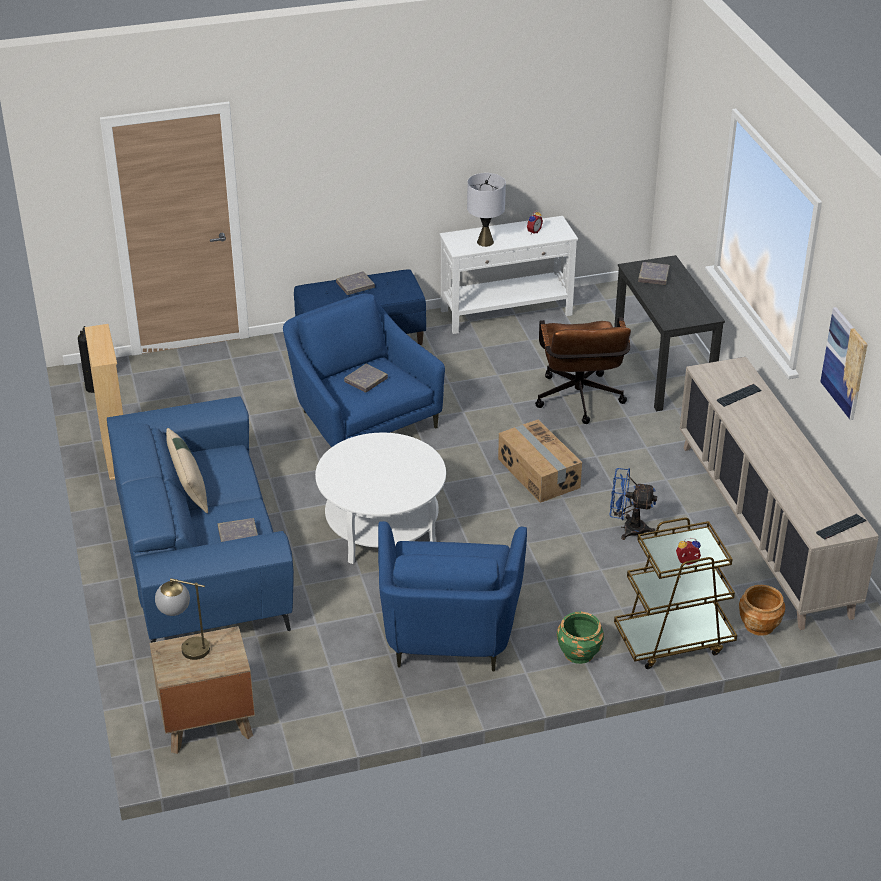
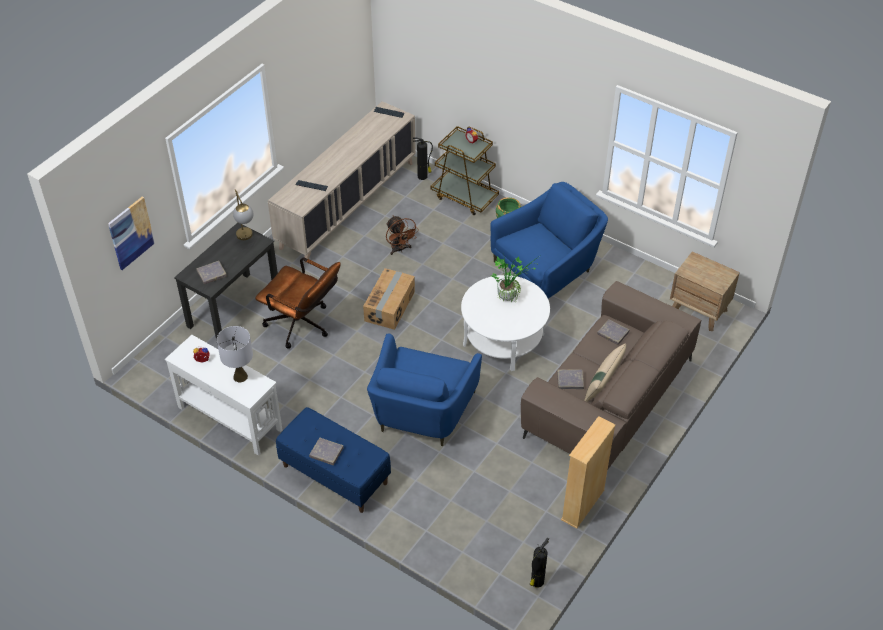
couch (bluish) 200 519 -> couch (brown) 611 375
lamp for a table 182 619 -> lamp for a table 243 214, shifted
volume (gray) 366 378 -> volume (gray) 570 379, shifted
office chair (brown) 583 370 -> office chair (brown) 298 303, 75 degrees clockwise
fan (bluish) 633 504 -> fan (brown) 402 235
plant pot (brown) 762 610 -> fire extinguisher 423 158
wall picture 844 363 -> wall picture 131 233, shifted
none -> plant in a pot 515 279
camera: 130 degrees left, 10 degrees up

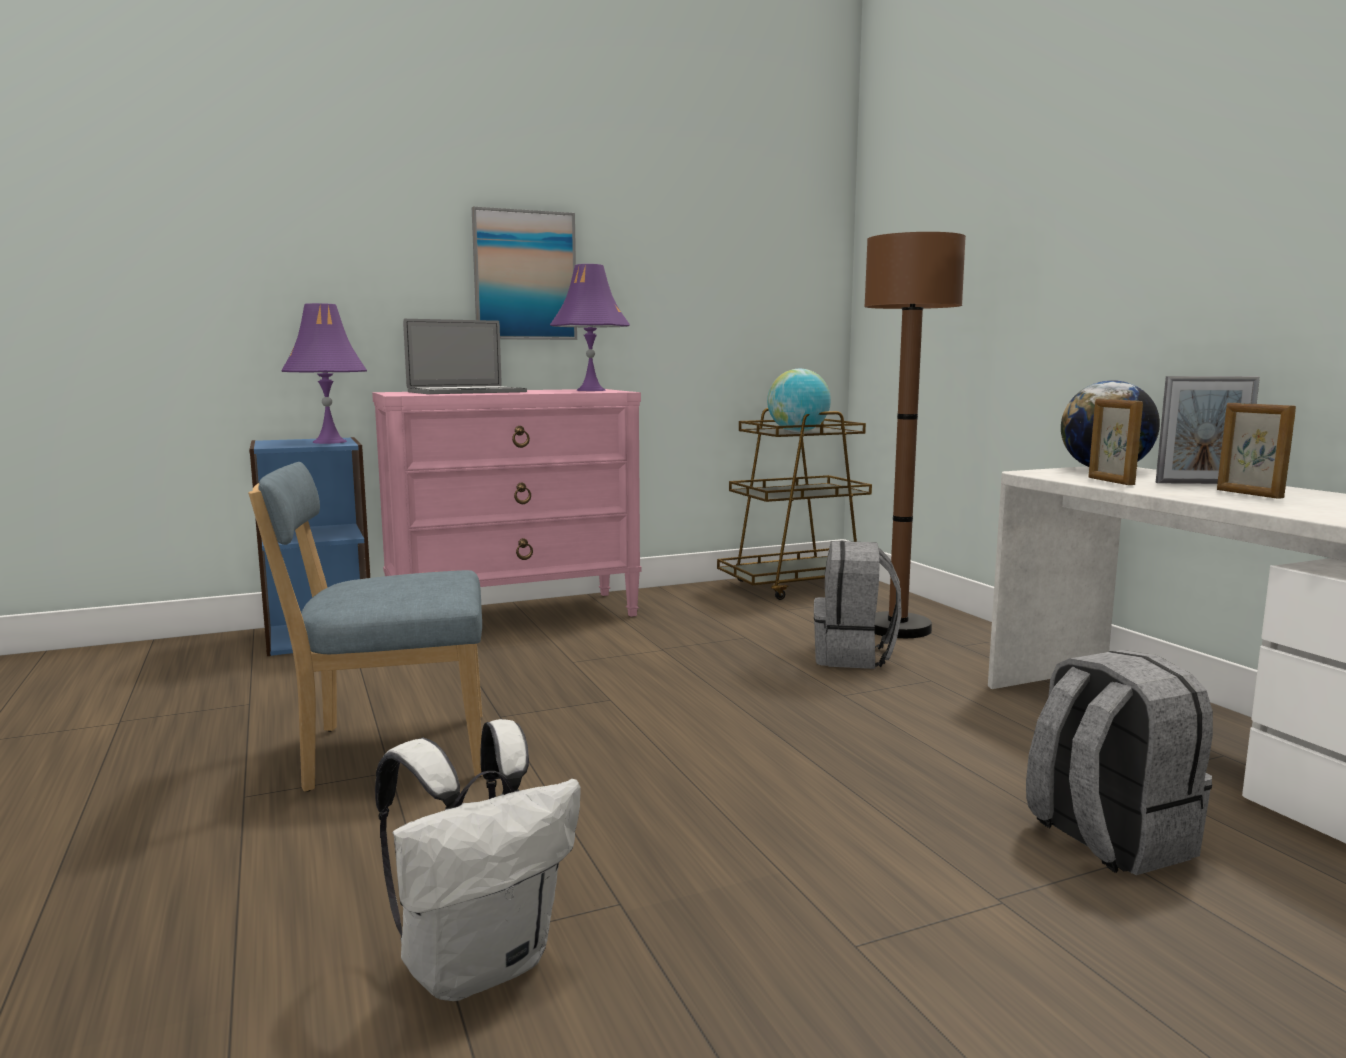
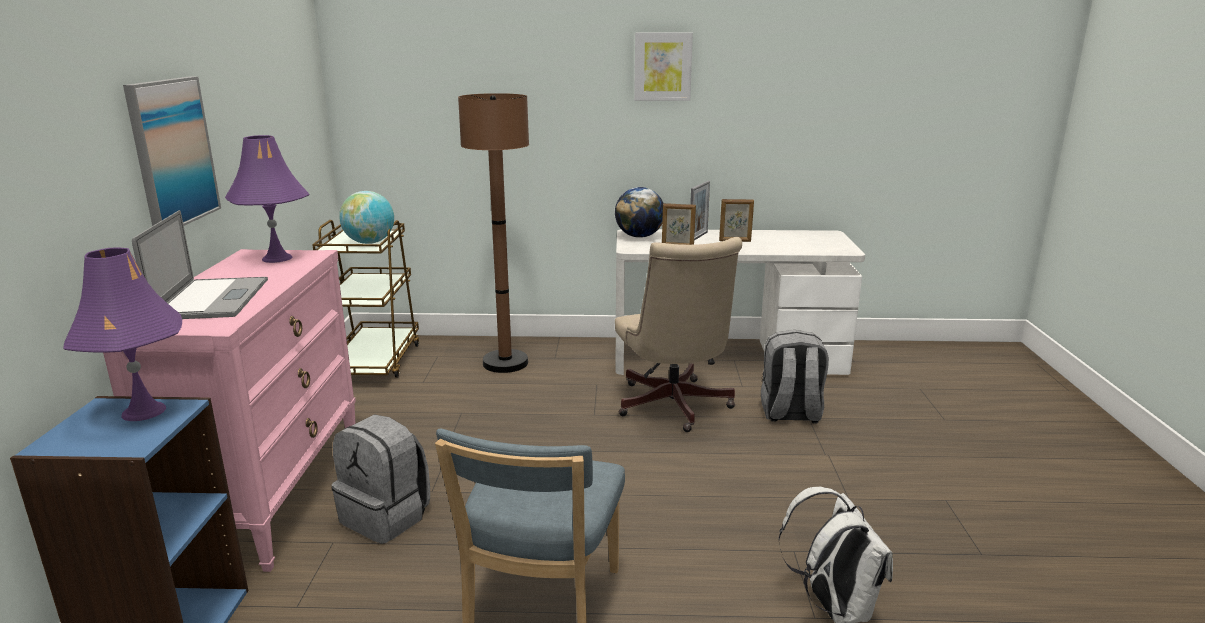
knapsack (gray) 858 605 -> knapsack (gray) 380 479, shifted
none -> office chair (sand-coloured) 678 334
none -> wall picture 663 66
camera: 65 degrees left, 10 degrees up

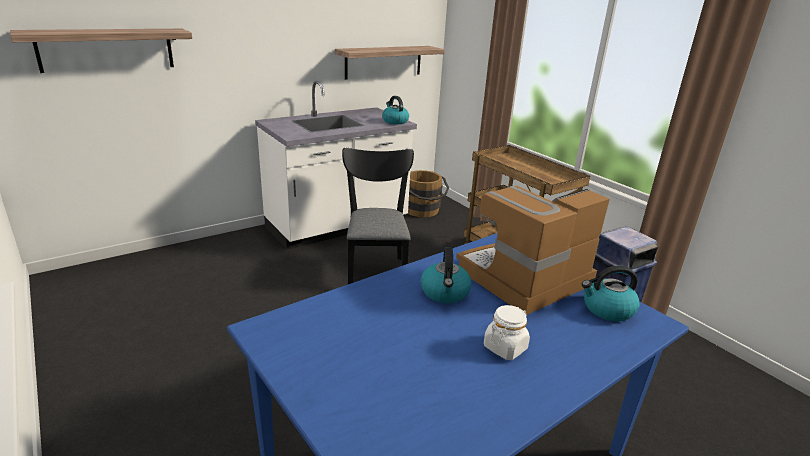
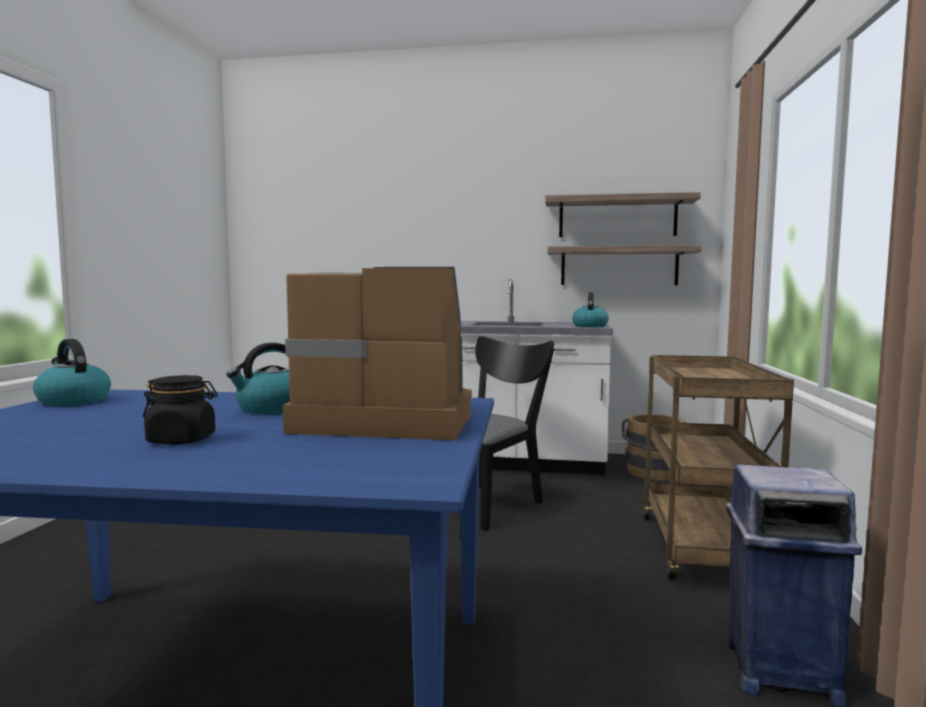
shelf 101 51 -> shelf 623 214, shifted
jar (white-coloured) 507 332 -> jar (blackish) 180 409
kettle 611 293 -> kettle 72 372, shifted
camera: 45 degrees right, 20 degrees down

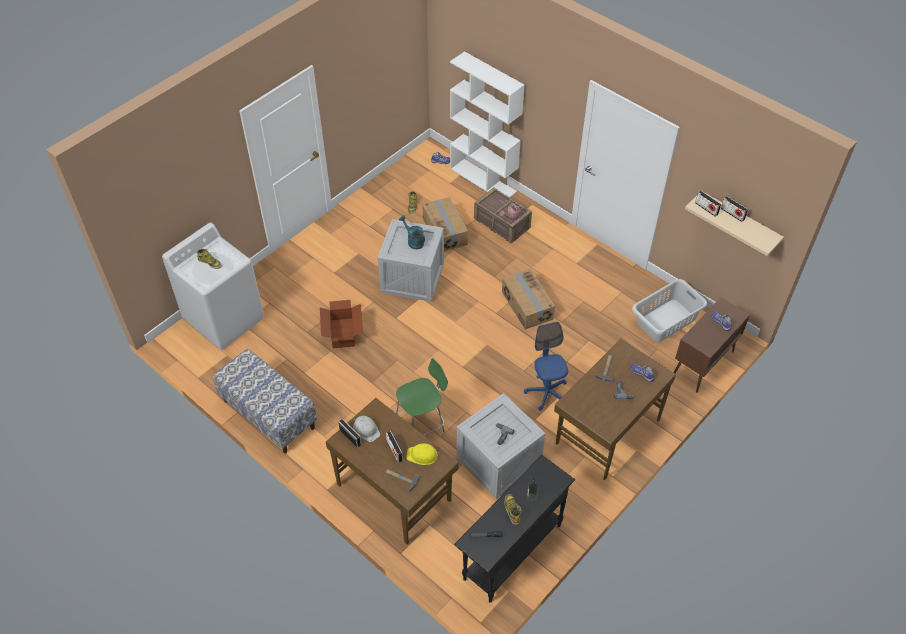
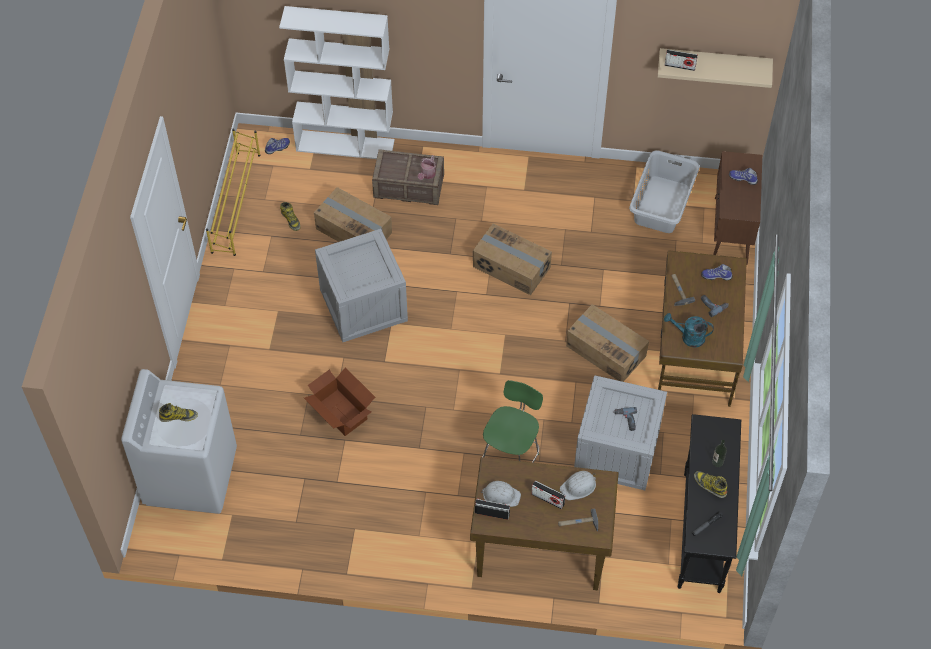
long seat 265 401 -> none
sprinkling can (turquoise) 412 232 -> sprinkling can (turquoise) 689 330, shifted
work helmet (yellow-coloured) 423 454 -> work helmet (white-coloured) 578 485
office chair (bluish) 546 366 -> packing box 607 343
radio receiver 734 209 -> none
none -> shoe rack (yellow-coloured) 233 192
camera: 35 degrees left, 5 degrees up

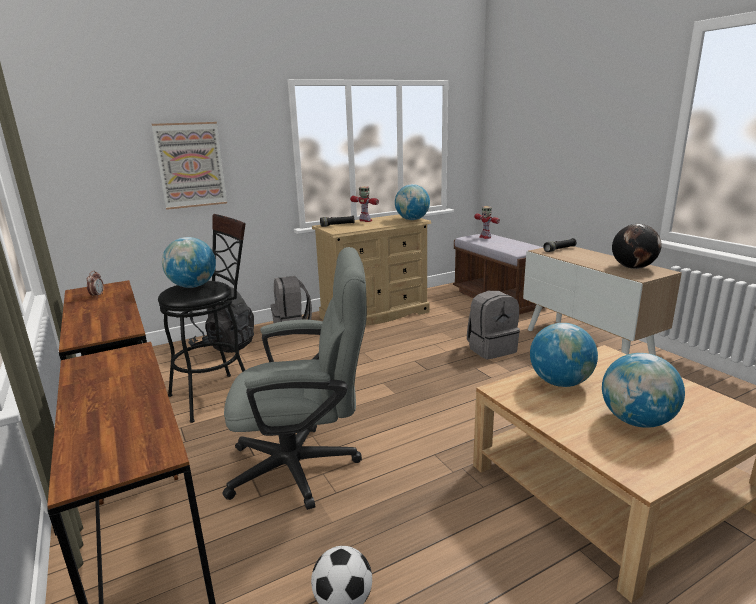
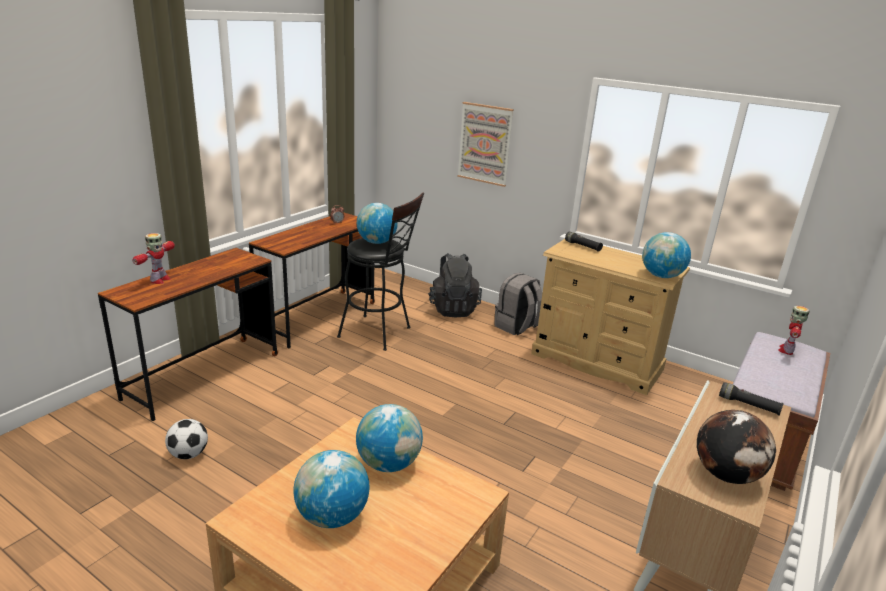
office chair (gray) 295 378 -> none
model robot 364 204 -> model robot 153 258, shifted
knapsack (gray) 493 325 -> none
camera: 60 degrees right, 5 degrees up

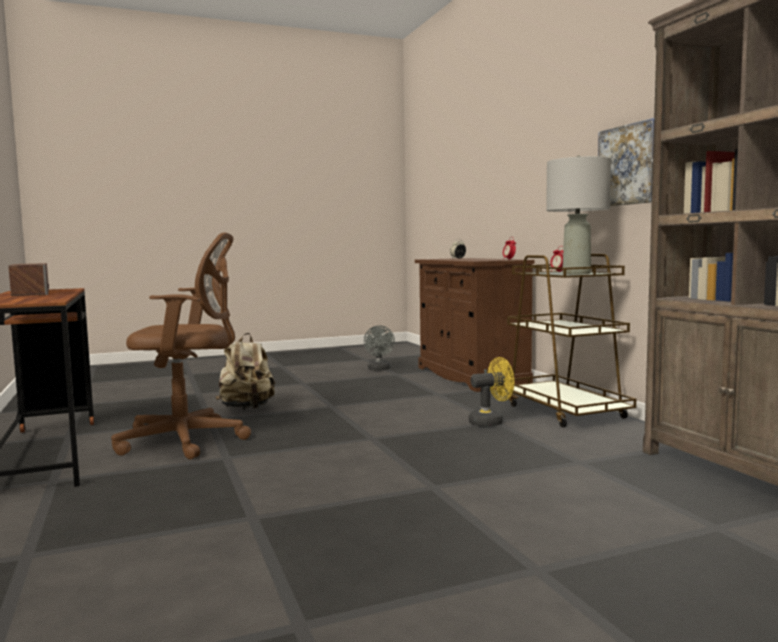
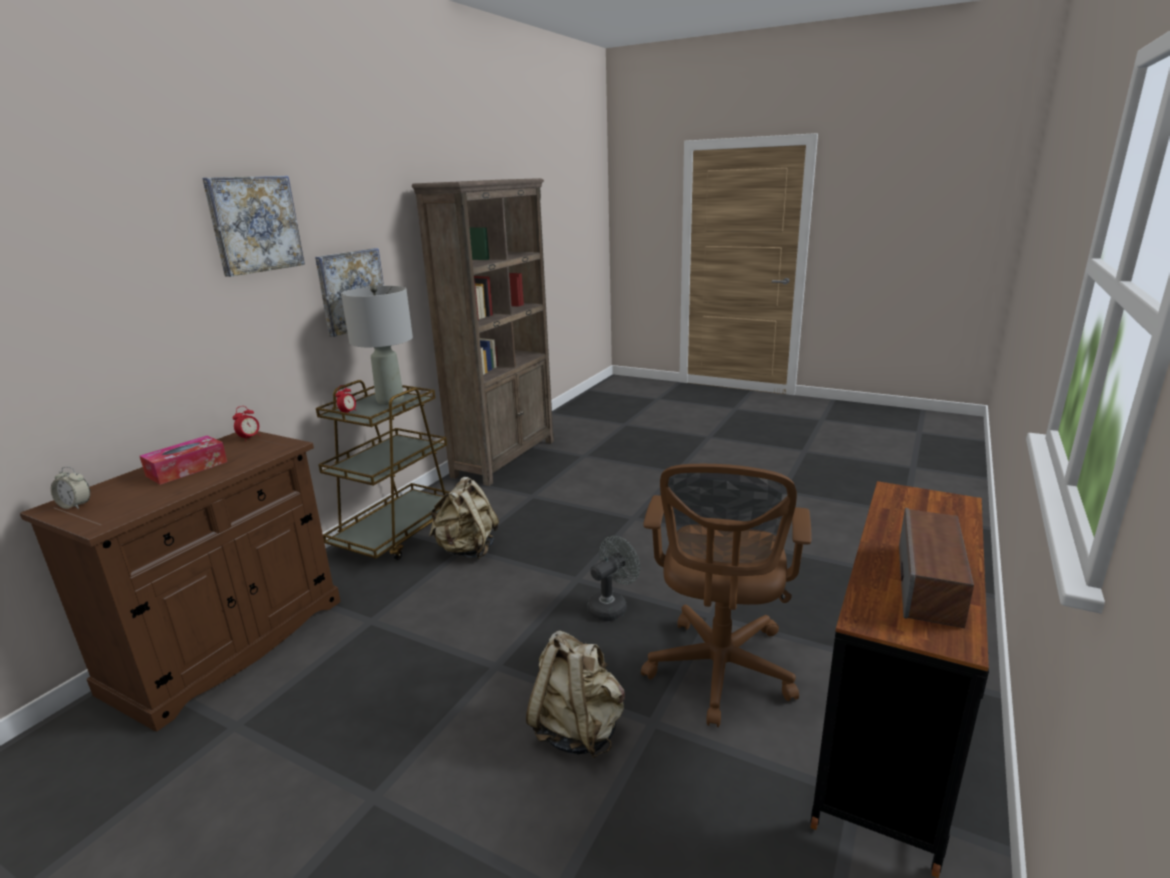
office chair (brown) 181 346 -> office chair (brown) 726 595, 120 degrees counterclockwise
fan (gray) 379 347 -> fan (gray) 613 578, shifted
fan (yellow-coloured) 491 392 -> knapsack (sand-coloured) 464 518
none -> tissue box 183 460
none -> wall picture 253 226
camera: 130 degrees left, 15 degrees up

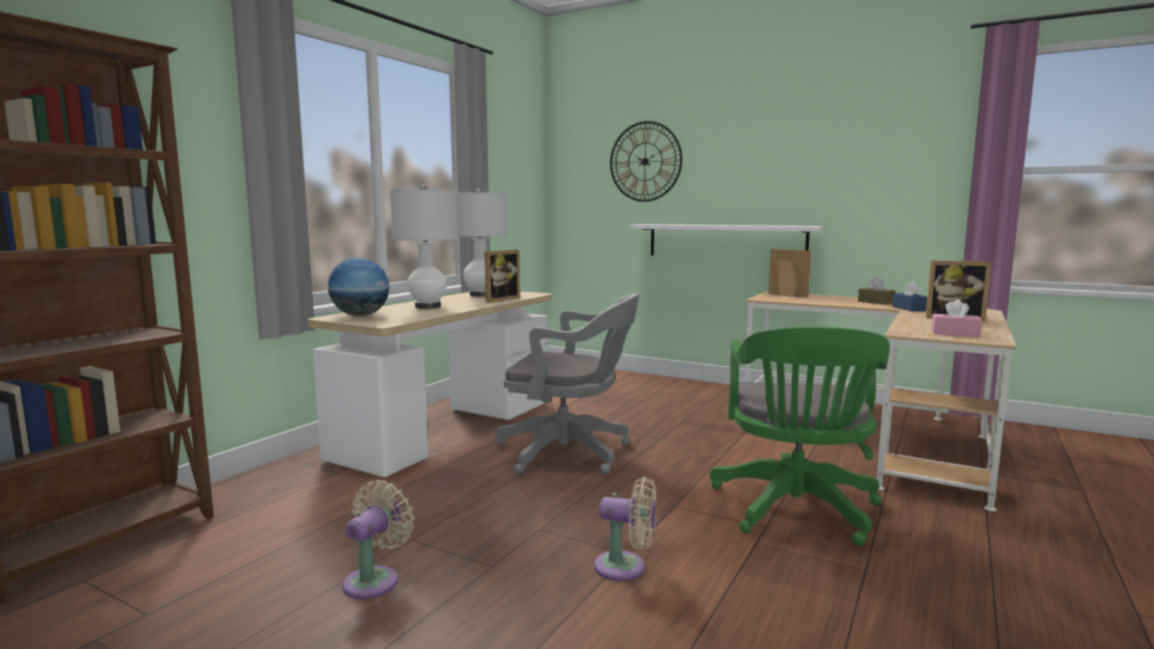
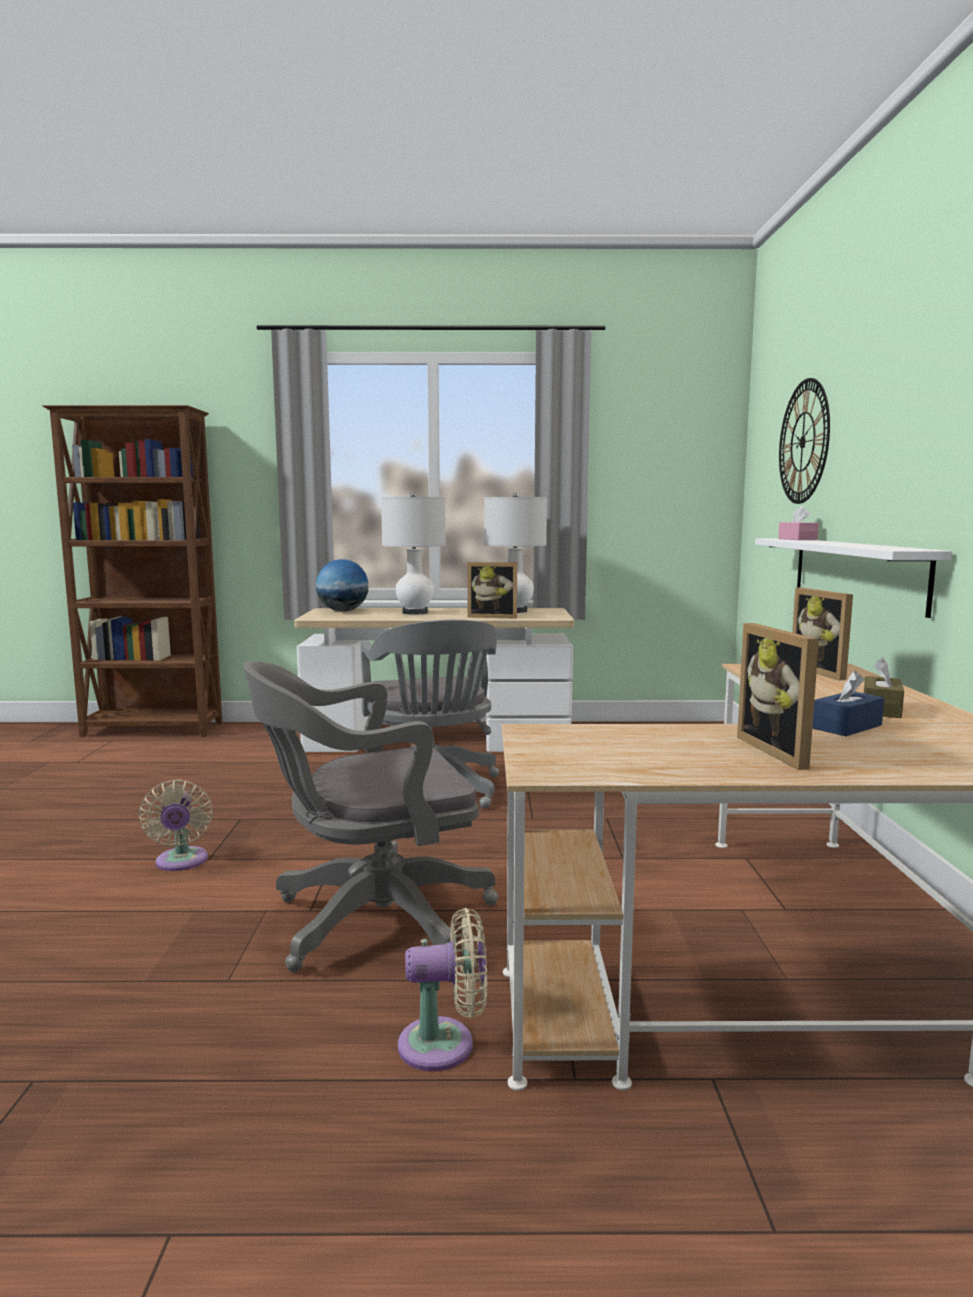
fan (sand-coloured) 378 539 -> fan (sand-coloured) 442 989, shifted
office chair (green) 800 436 -> office chair (gray) 370 816
picture frame 790 273 -> picture frame 822 634, 150 degrees clockwise
tissue box (pink) 956 318 -> tissue box (pink) 798 523, shifted
camera: 60 degrees right, 0 degrees up

